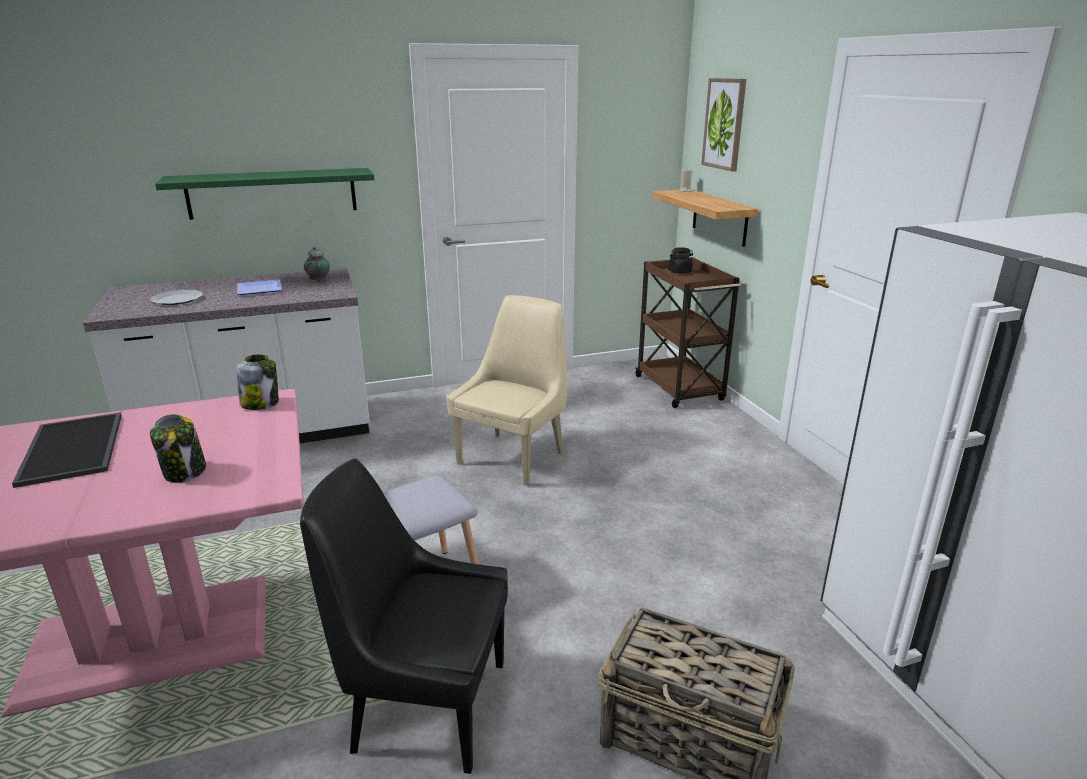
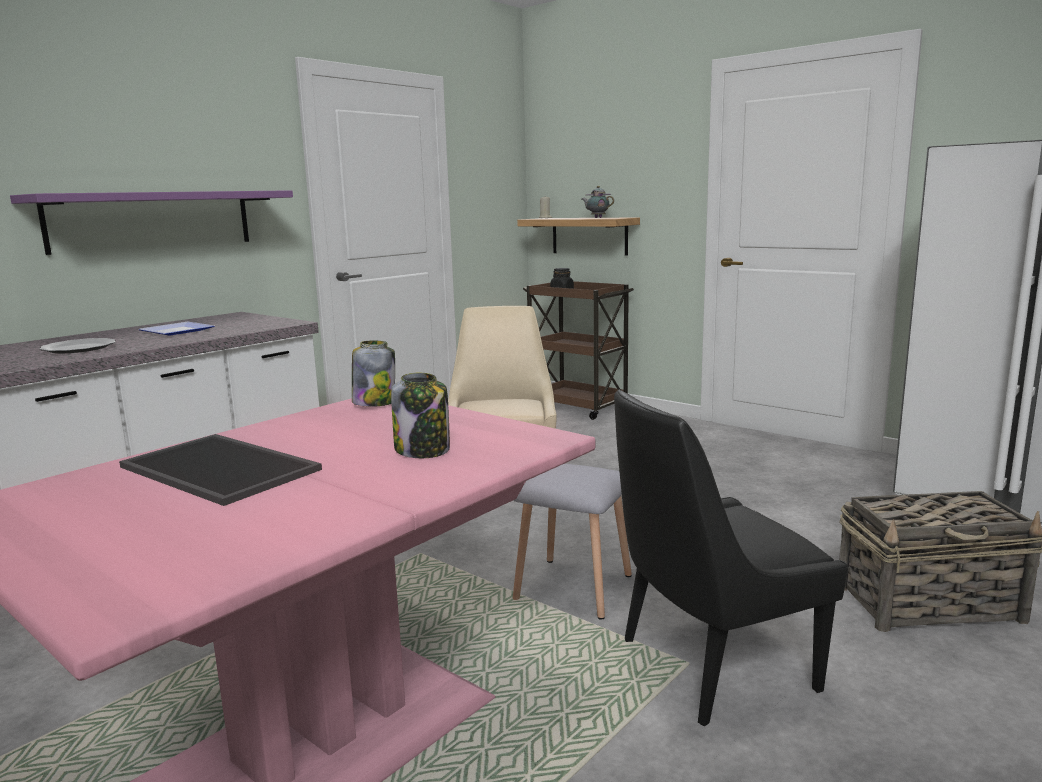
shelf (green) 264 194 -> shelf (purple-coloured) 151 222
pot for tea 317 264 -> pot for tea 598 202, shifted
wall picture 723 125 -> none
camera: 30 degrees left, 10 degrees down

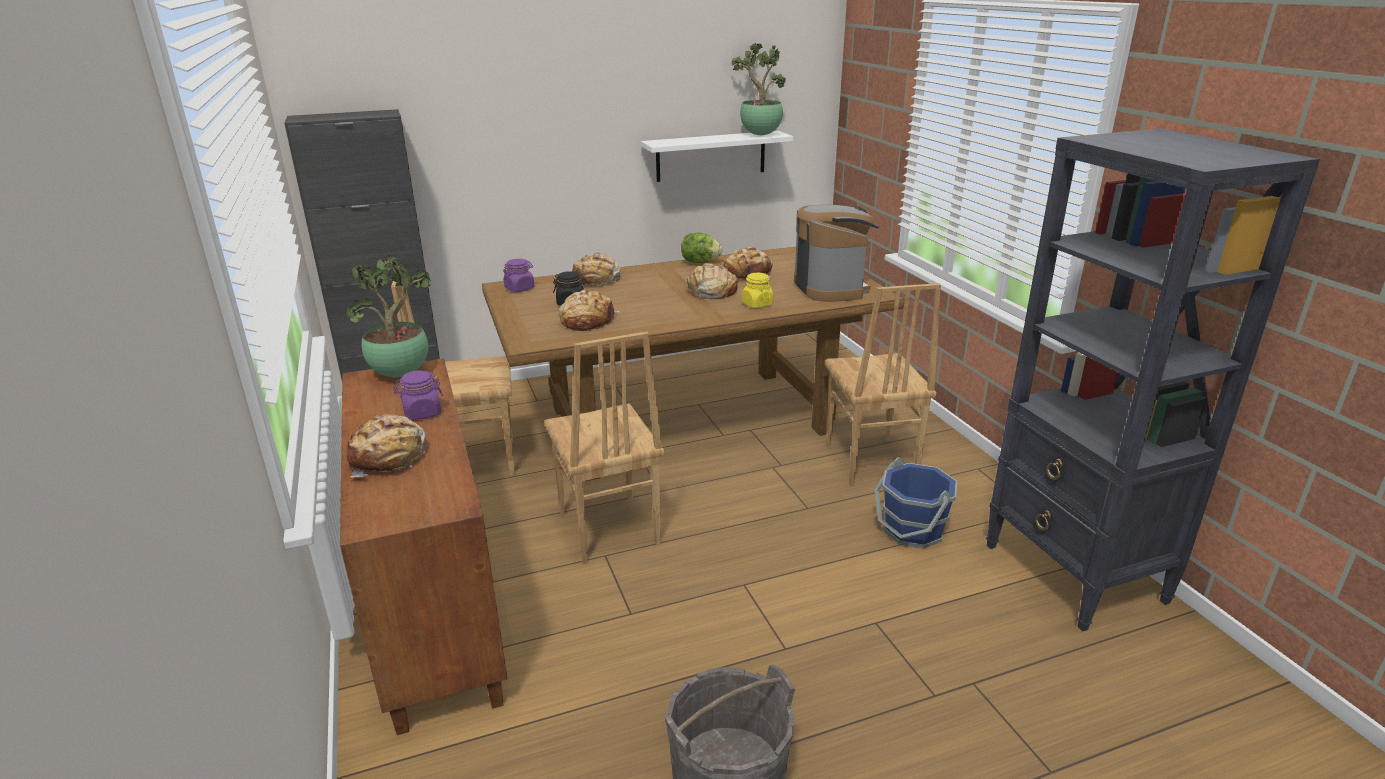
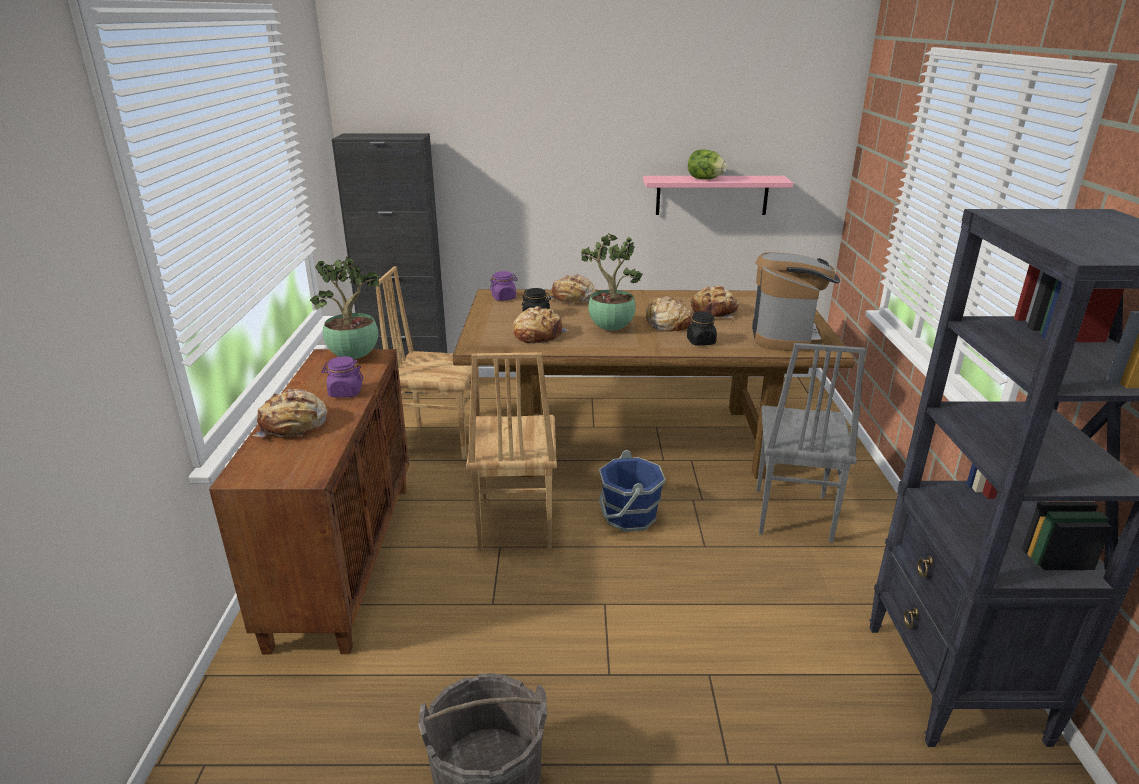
shelf (white-coloured) 717 156 -> shelf (pink) 718 195
lettuce 701 248 -> lettuce 707 164, shifted
plant in a pot 759 89 -> plant in a pot 612 282, shifted
jar (yellow-coloured) 757 290 -> jar (blackish) 702 328
plain chair (brown) 883 384 -> plain chair (gray) 811 443
pail (bluish) 916 502 -> pail (bluish) 632 491, shifted
camera: 20 degrees right, 0 degrees up

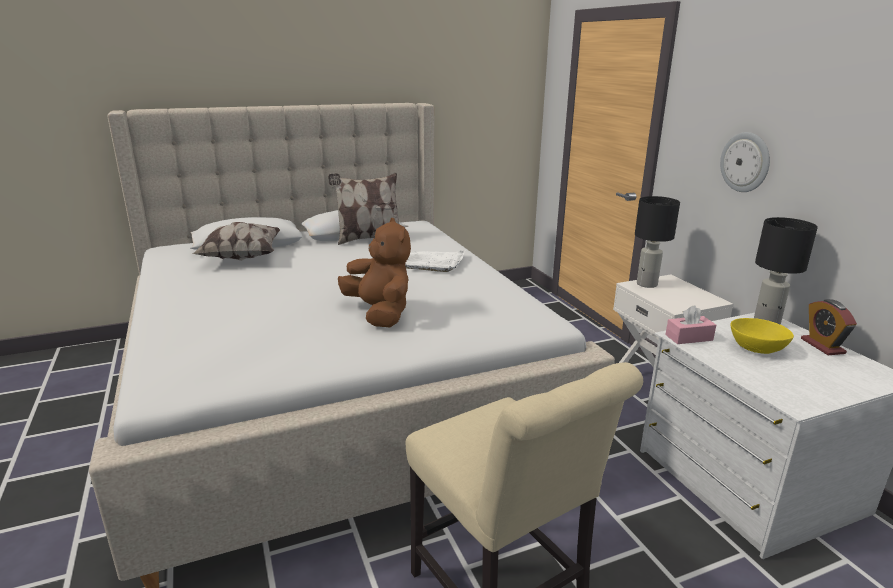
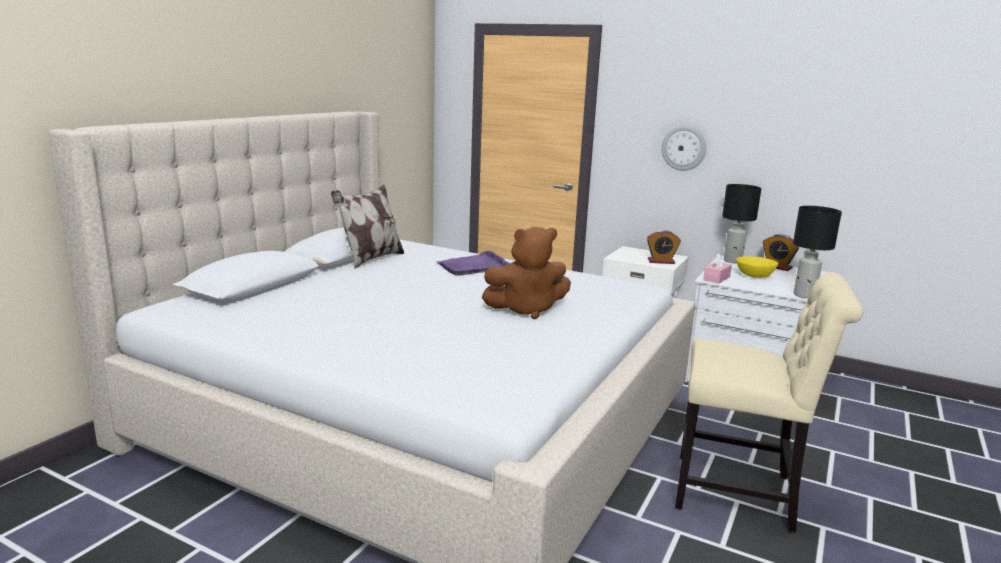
cushion 236 241 -> none
cuddly toy (brown) 374 272 -> cuddly toy (brown) 526 273, 150 degrees clockwise
serving tray (white-coloured) 435 261 -> serving tray (purple-coloured) 473 263
lamp for a table (blackish) 657 242 -> lamp for a table (blackish) 817 252, shifted
none -> alarm clock 664 247
camera: 40 degrees left, 5 degrees down

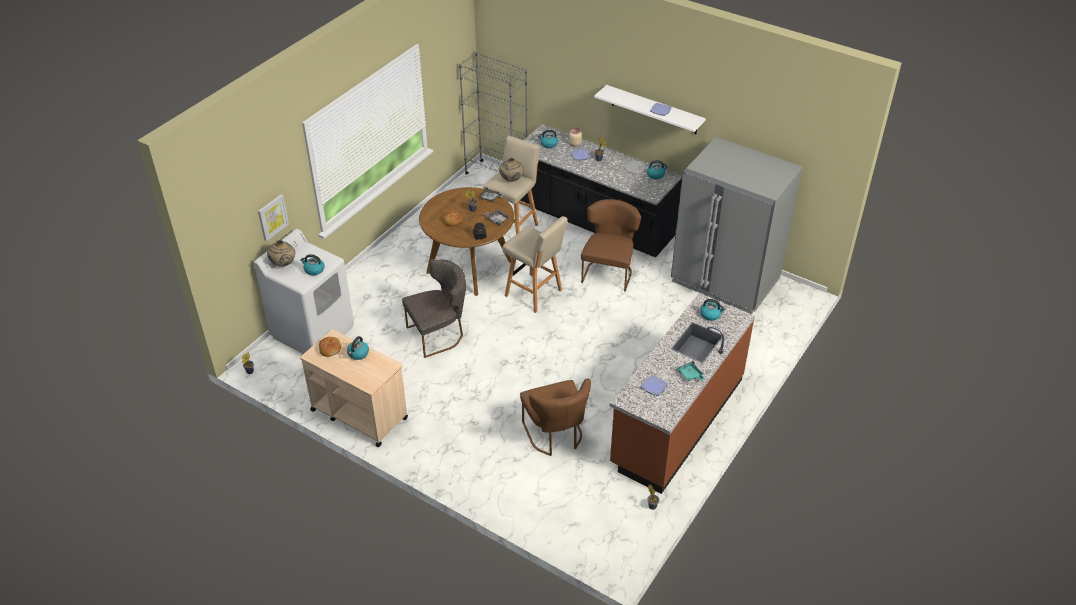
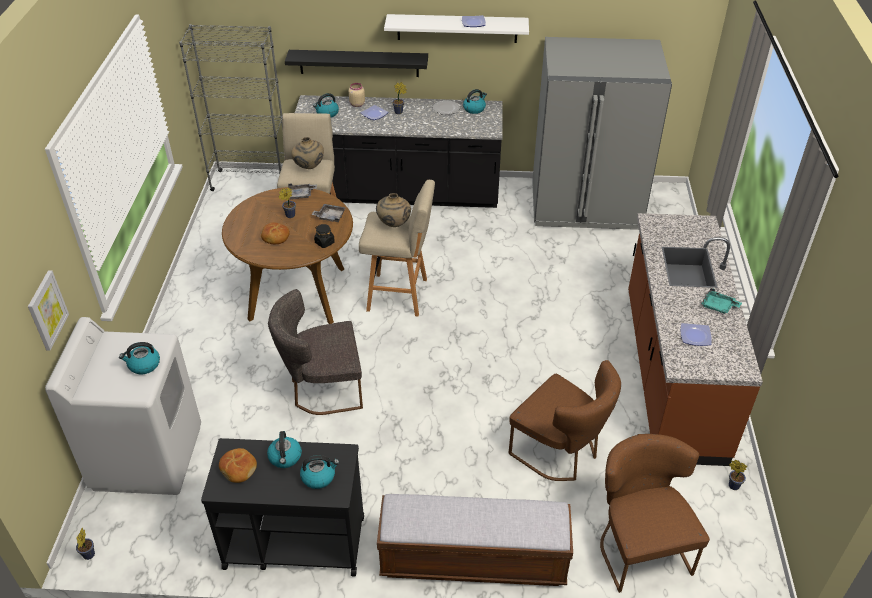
vase (sand-coloured) 281 253 -> vase (sand-coloured) 393 210, shifted
trolley (sand-coloured) 354 388 -> trolley (blackish) 282 507
plain chair (gray) 434 308 -> plain chair (gray) 315 352, 135 degrees counterclockwise
plain chair (brown) 611 245 -> plain chair (brown) 655 513, shifted
kettle 713 310 -> kettle 319 472, shifted
none -> shelf (blackish) 356 63
none -> long seat 475 540
camera: 30 degrees left, 0 degrees up

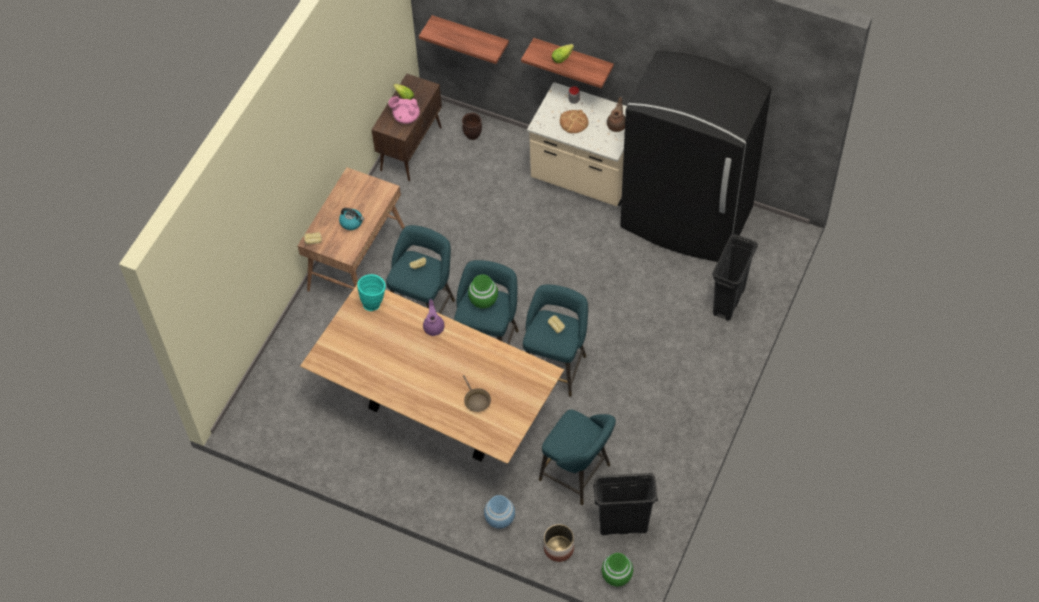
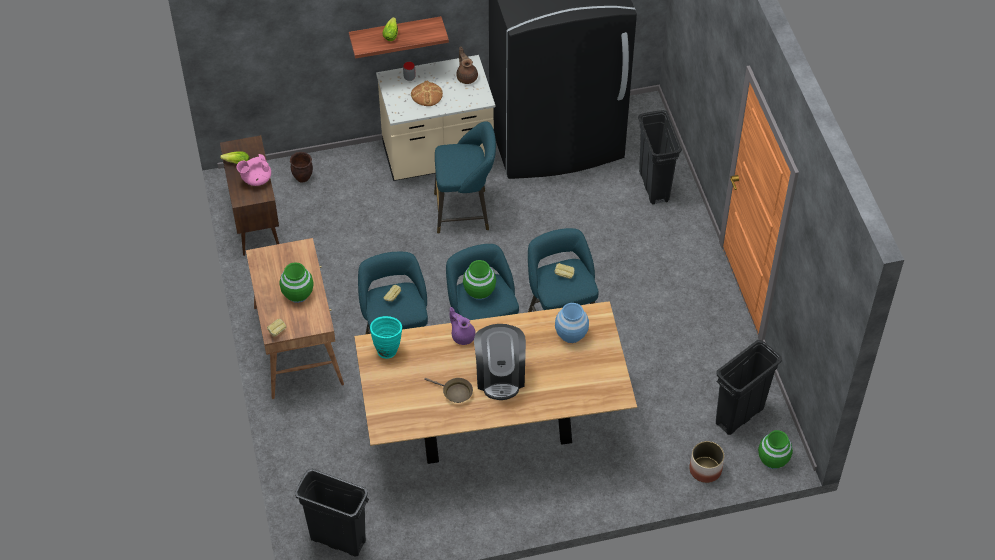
kettle 351 219 -> vase (green) 296 282
shelf 464 39 -> none
frying pan (brown) 477 393 -> frying pan (brown) 448 390, shifted
vase (bluish) 499 512 -> vase (bluish) 572 323, shifted
sitting stool (turquoise) 577 457 -> sitting stool (turquoise) 465 177, shifted
none -> waste bin (blackish) 332 512
none -> coffee maker 500 362
camera: 40 degrees left, 5 degrees down

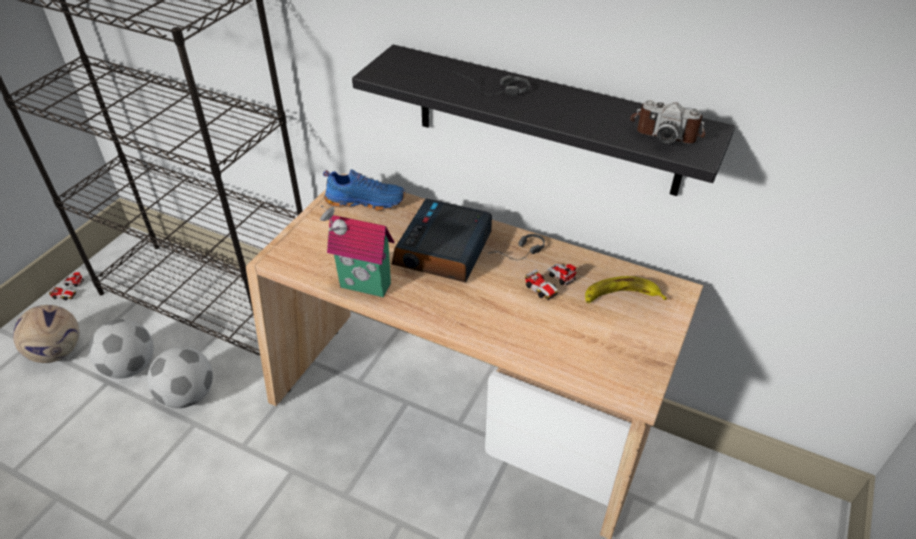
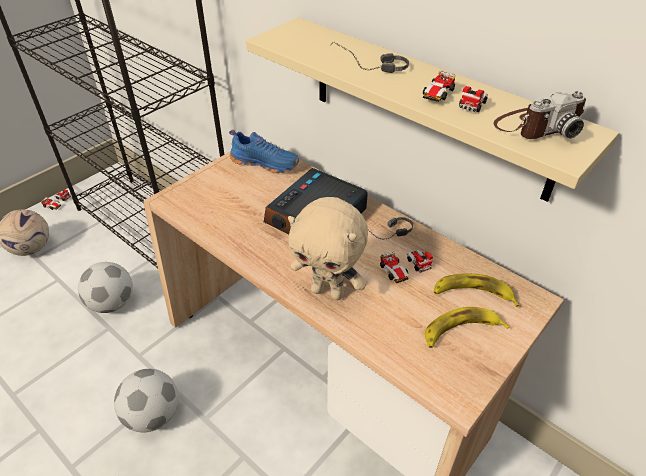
football ball 121 349 -> football ball 146 400, shifted
model house 357 251 -> none
shelf (blackish) 543 120 -> shelf (sand-coloured) 432 110
still camera 667 122 -> still camera 540 115, 60 degrees counterclockwise
none -> cuddly toy (sand-coloured) 328 248
none -> model car 455 91
none -> banana fruit 467 327
camera: 15 degrees right, 0 degrees up

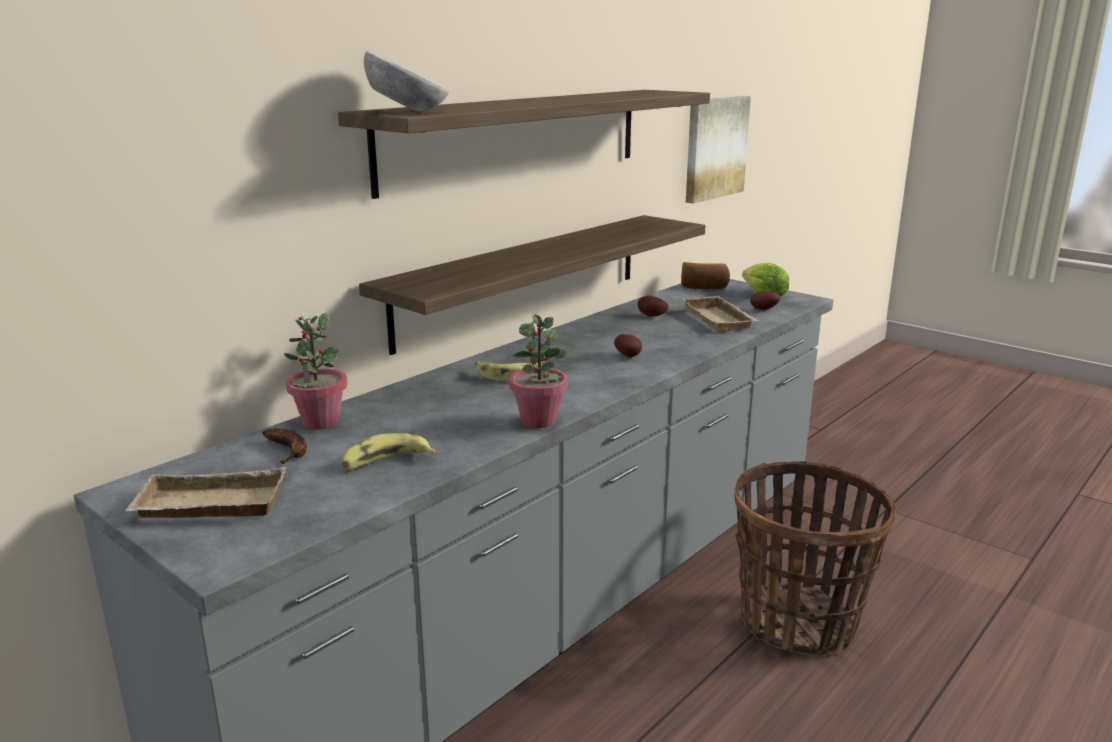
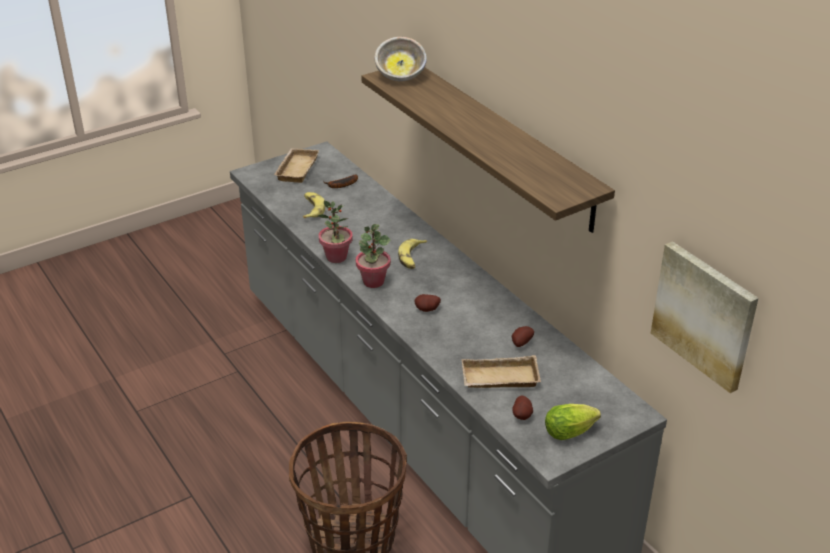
plant in a pot 315 371 -> plant in a pot 373 256, shifted
shelf 532 285 -> none
baked bread 705 275 -> none
camera: 105 degrees right, 15 degrees up

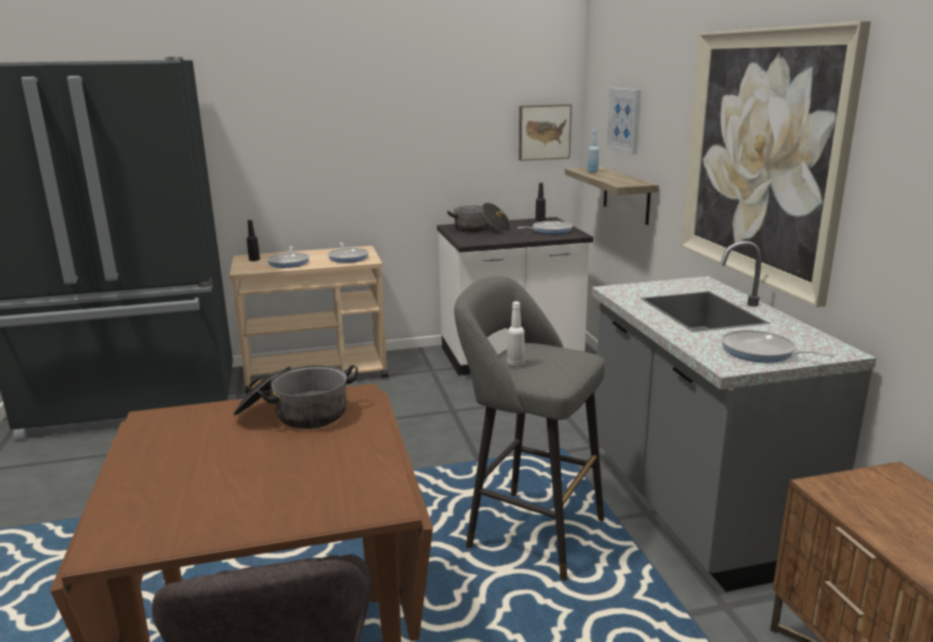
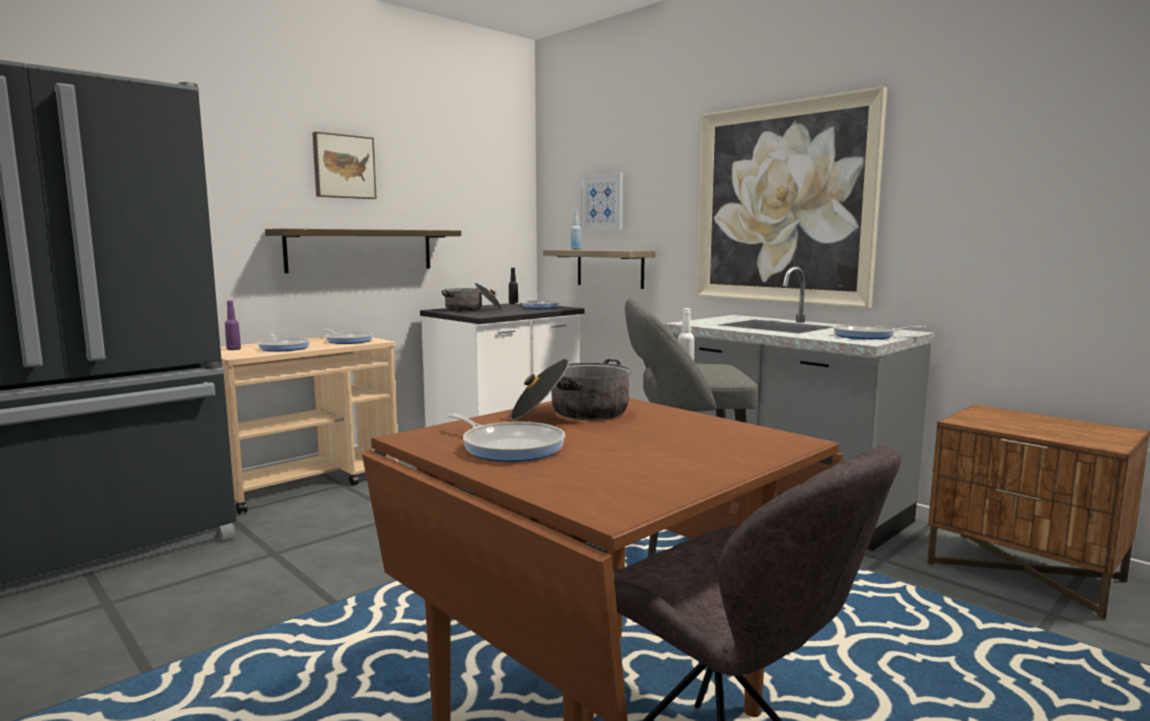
drink bottle (blackish) 253 240 -> drink bottle (purple-coloured) 233 325
wall picture 545 132 -> wall picture 344 165, shifted
none -> shelf 363 251
none -> frying pan 506 438
camera: 30 degrees left, 10 degrees down

